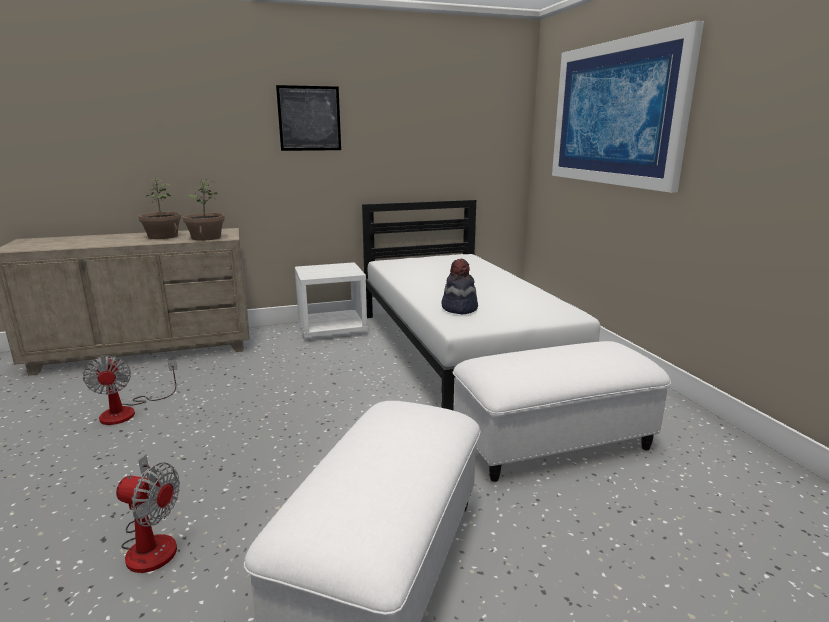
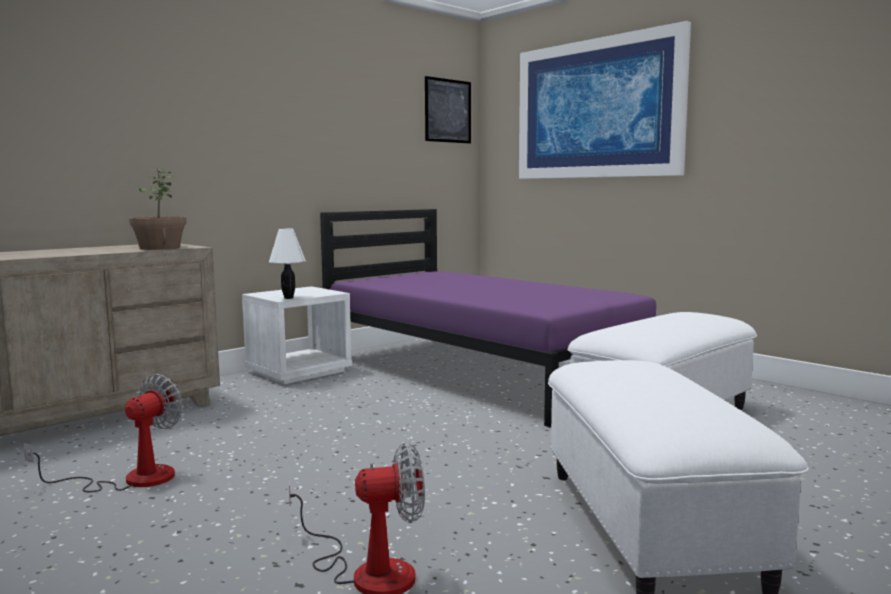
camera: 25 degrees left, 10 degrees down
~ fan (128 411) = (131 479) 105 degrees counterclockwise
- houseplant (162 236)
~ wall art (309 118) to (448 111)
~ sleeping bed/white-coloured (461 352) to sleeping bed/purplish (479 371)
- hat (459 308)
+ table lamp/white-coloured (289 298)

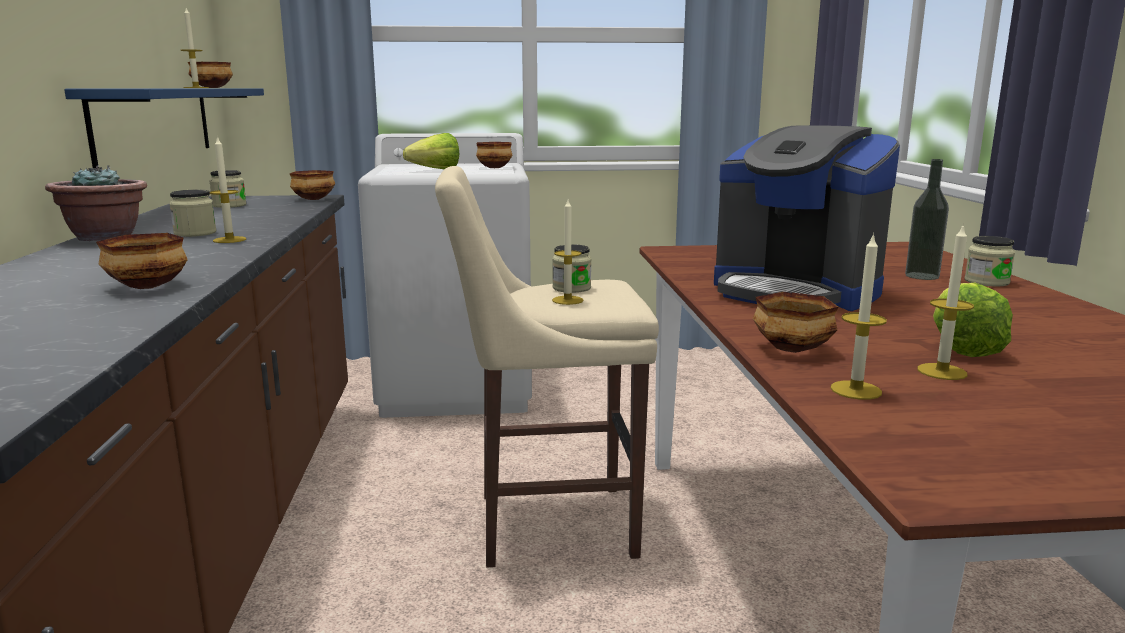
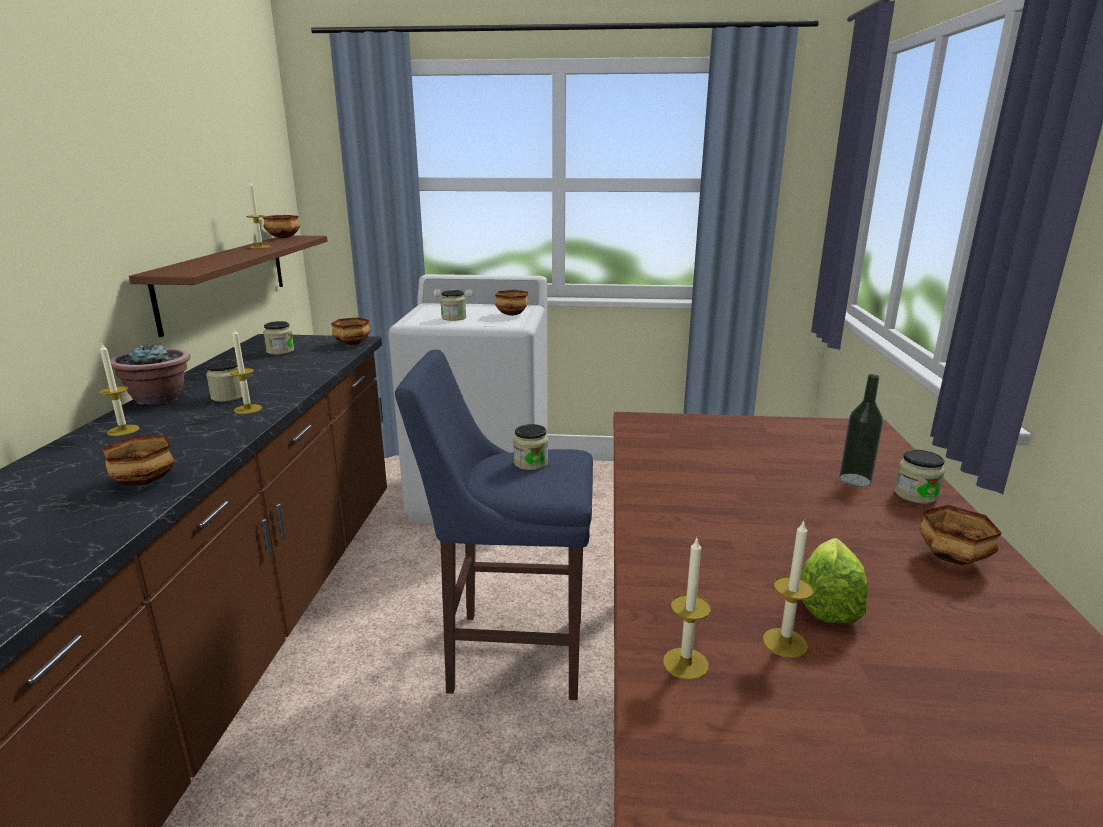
camera: 10 degrees right, 5 degrees up
~ shelf/blue-coloured (155 123) to shelf/brownish (224 280)
~ lettuce head (430 170) to storage jar (453 318)
~ stool seat/beige-coloured (546 524) to stool seat/blue-coloured (509 652)
~ candle (567 300) to (123 430)
- coffee machine (795 292)
~ serving bowl (791 349) to (952 559)

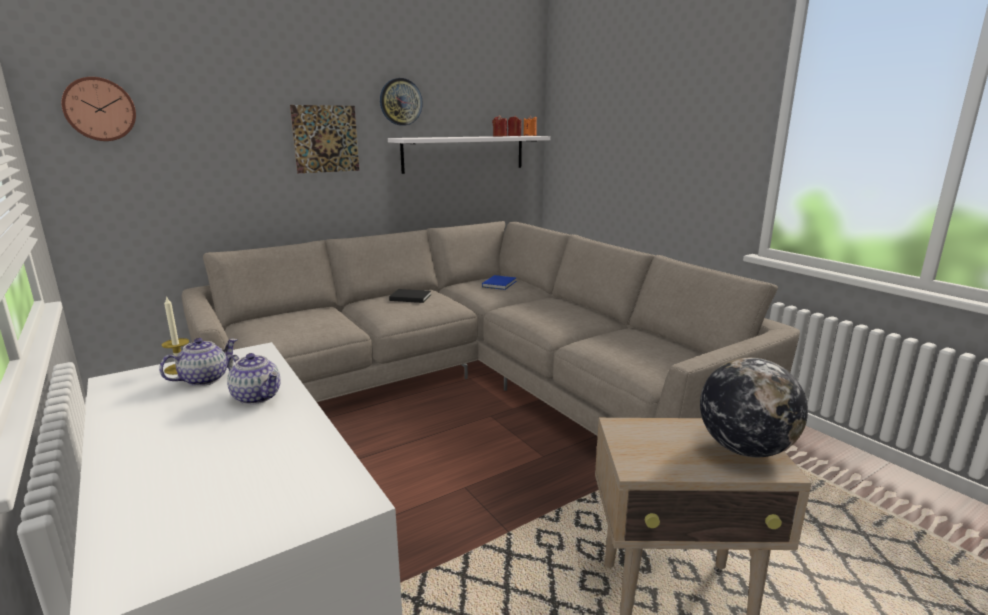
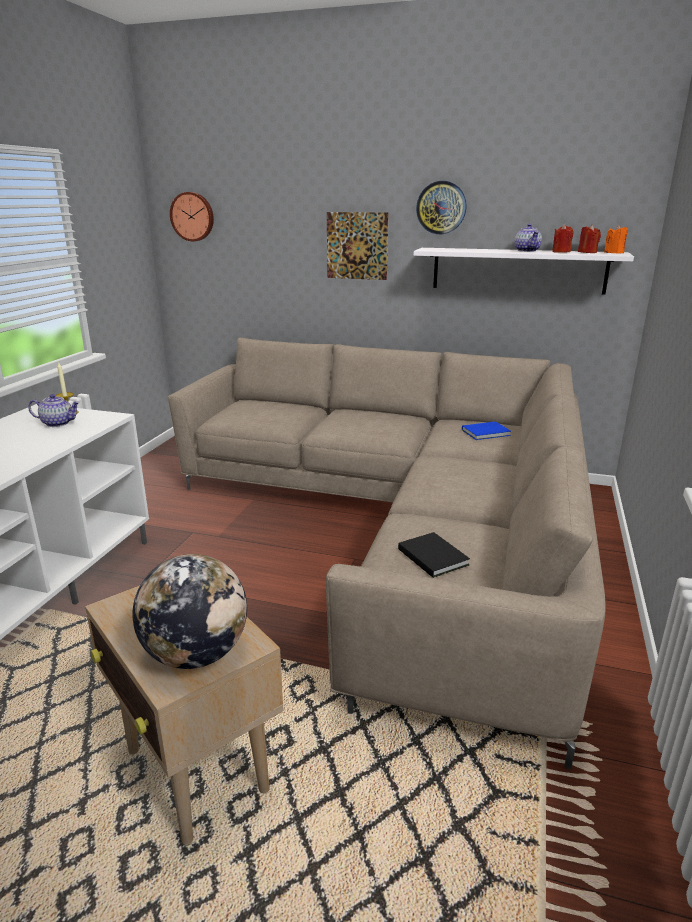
camera: 50 degrees right, 5 degrees up
~ teapot (257 397) to (527 251)
~ book/black (409 297) to (432 556)

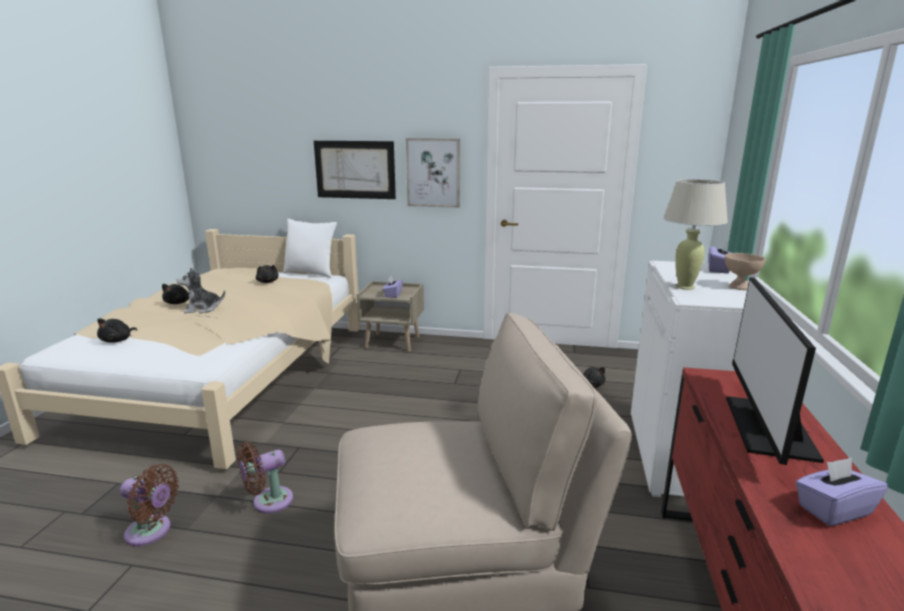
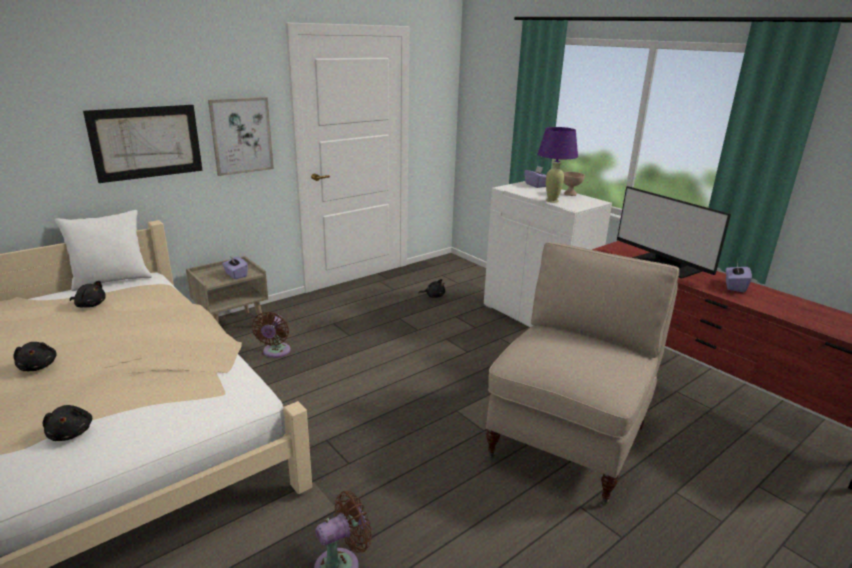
camera: 50 degrees left, 5 degrees up
- cuddly toy (202 309)
~ fan/brownish (268 502) to (275 352)
~ table lamp/beige-coloured (685 287) to table lamp/purplish (552 200)

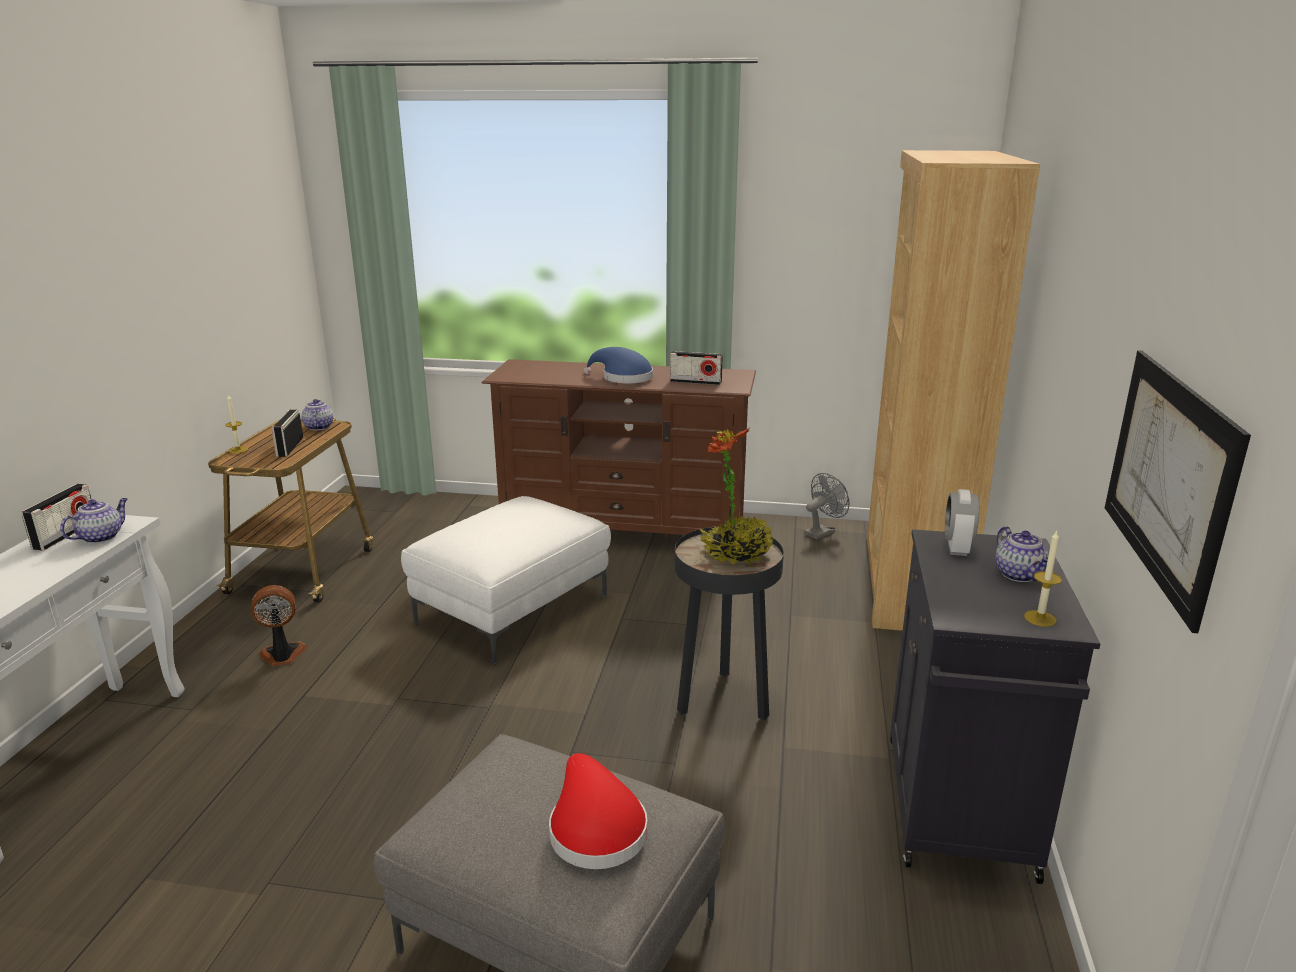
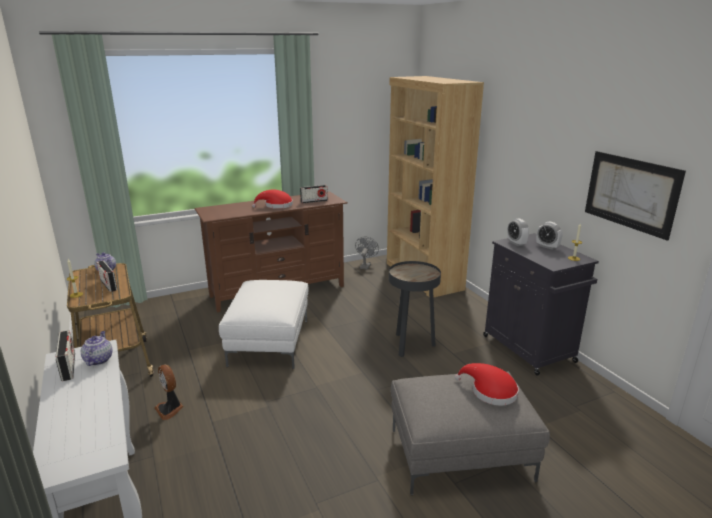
camera: 35 degrees left, 0 degrees up
~ fan (282 656) = (170 409) 75 degrees counterclockwise
~ hat/blue-coloured (623 378) to hat/red (276 206)
- houseplant (736 554)
~ teapot (1020 575) to table clock (547 247)

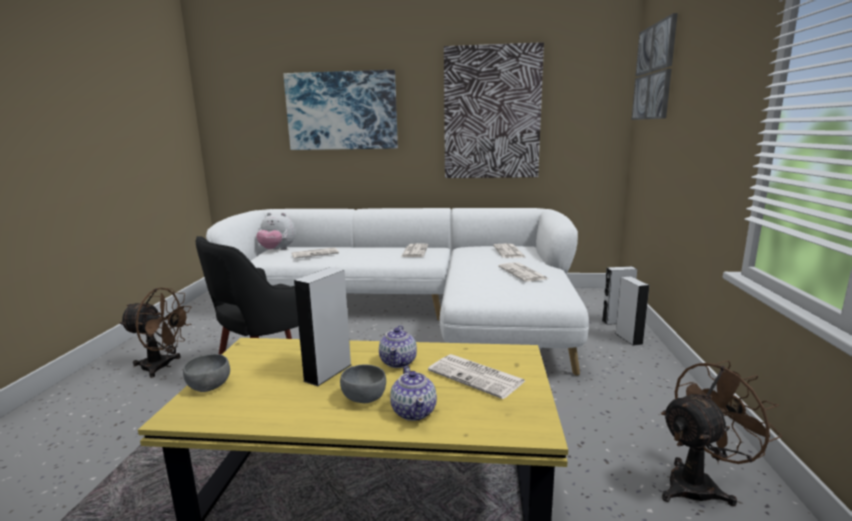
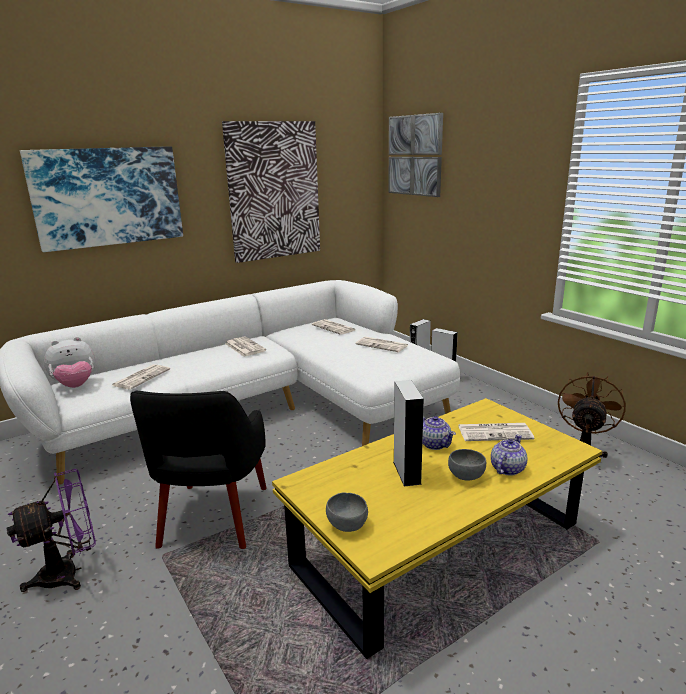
camera: 40 degrees left, 5 degrees up
~ fan/brownish (163 366) to fan/purplish (69 573)
~ teapot (414 411) = (507 469) 90 degrees counterclockwise

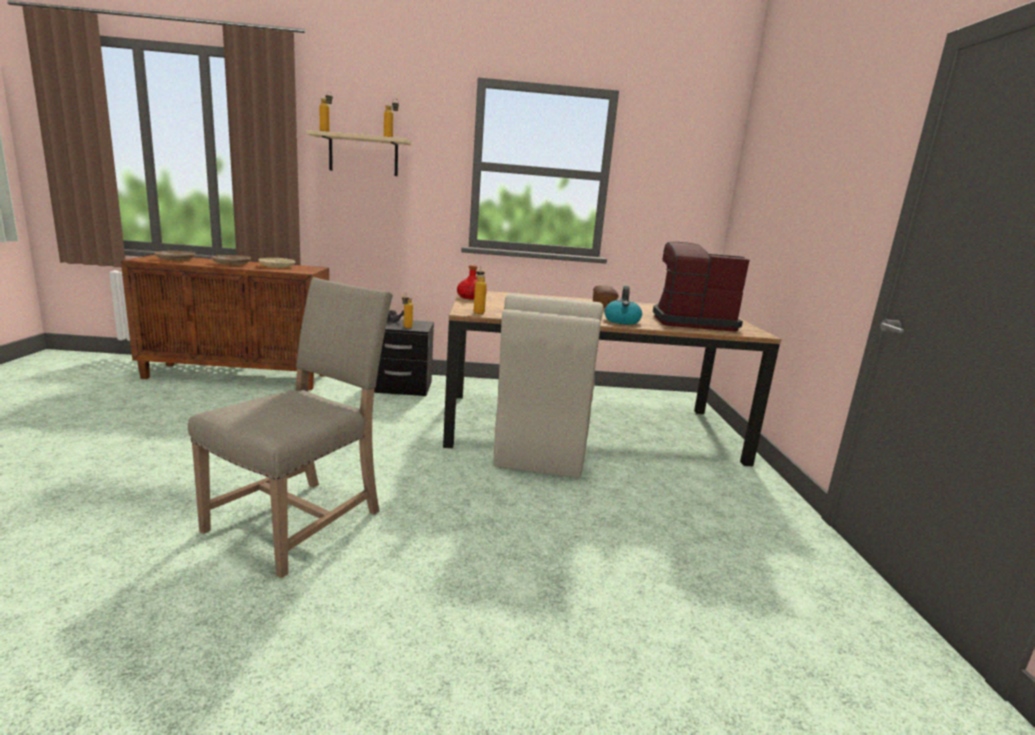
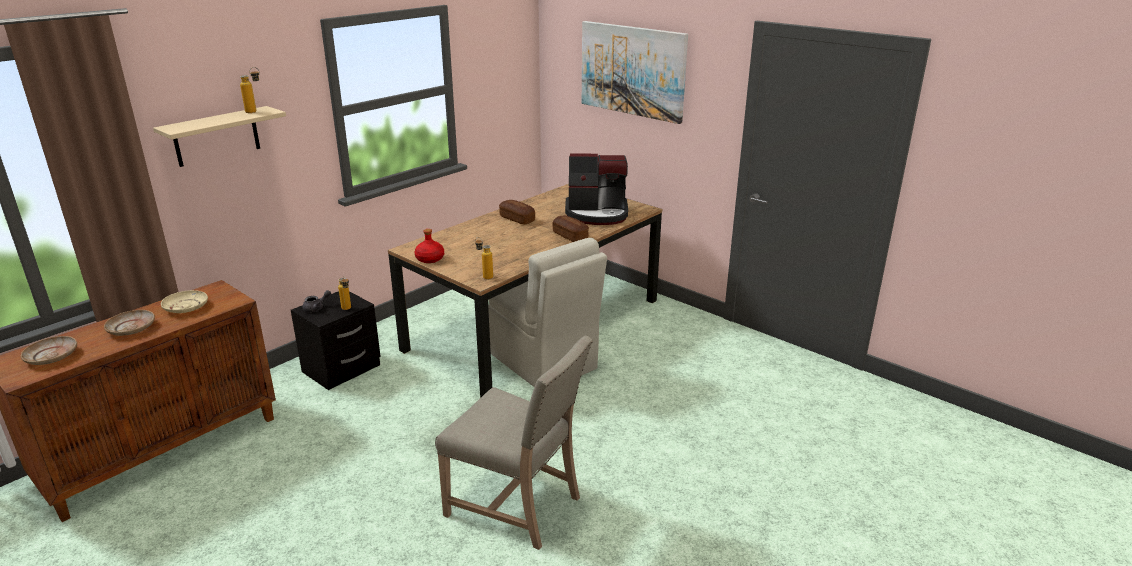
camera: 45 degrees left, 10 degrees up
~ plain chair/beige-coloured (301 520) = (518 505) 135 degrees clockwise
- drink bottle (326 131)
~ water kettle (622 321) to baked bread (570 236)
~ coffee machine (691 322) = (597 214) 135 degrees counterclockwise
+ wall art (632 70)

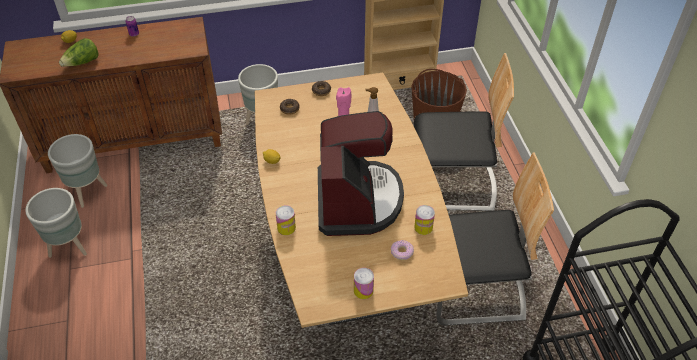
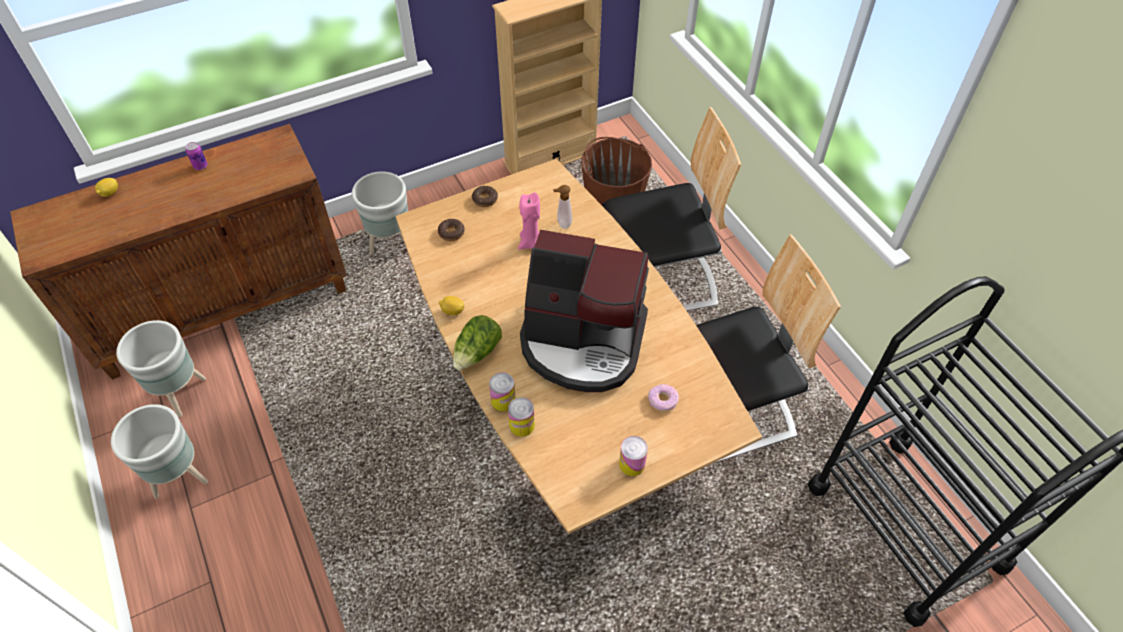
camera: 15 degrees left, 5 degrees up
~ lettuce head (82 63) to (477 352)
~ coffee machine (357 200) = (583 342) 120 degrees clockwise
~ metal can (423 227) to (522 425)

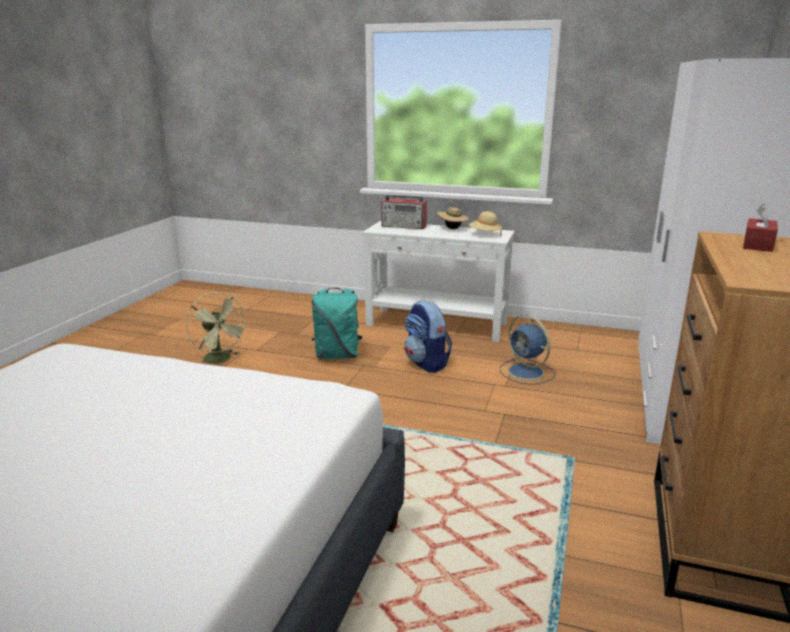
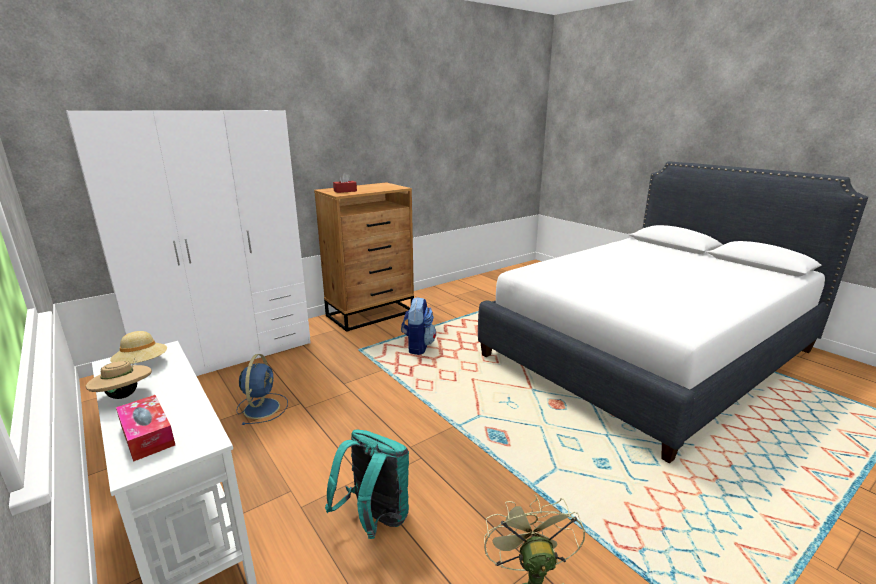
camera: 145 degrees left, 0 degrees up
~ radio receiver (404 226) to box of tissues (147 435)
~ knapsack (426 363) to (418 346)

